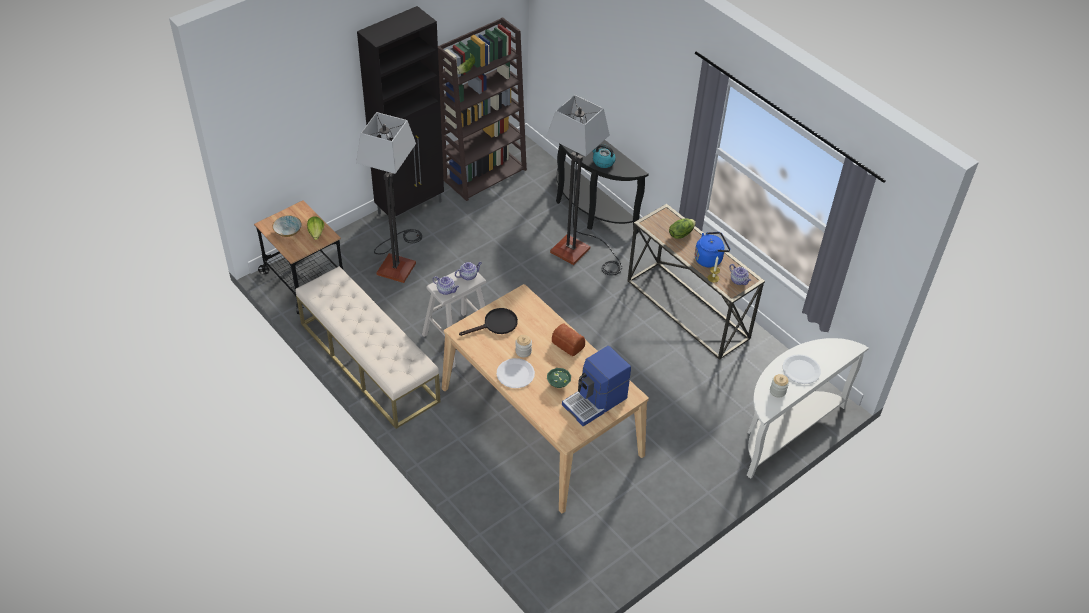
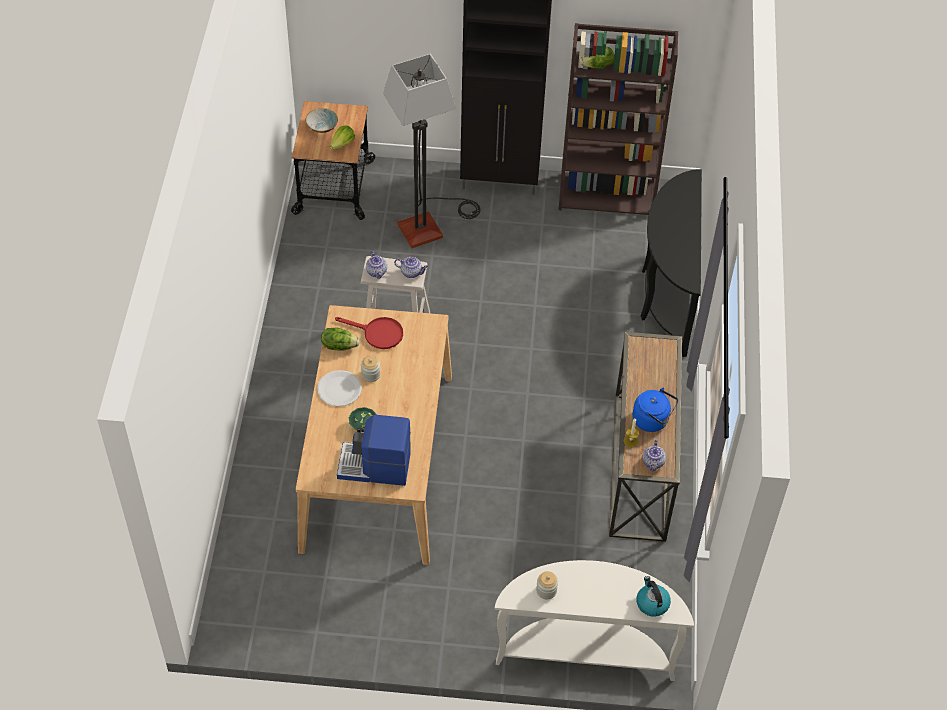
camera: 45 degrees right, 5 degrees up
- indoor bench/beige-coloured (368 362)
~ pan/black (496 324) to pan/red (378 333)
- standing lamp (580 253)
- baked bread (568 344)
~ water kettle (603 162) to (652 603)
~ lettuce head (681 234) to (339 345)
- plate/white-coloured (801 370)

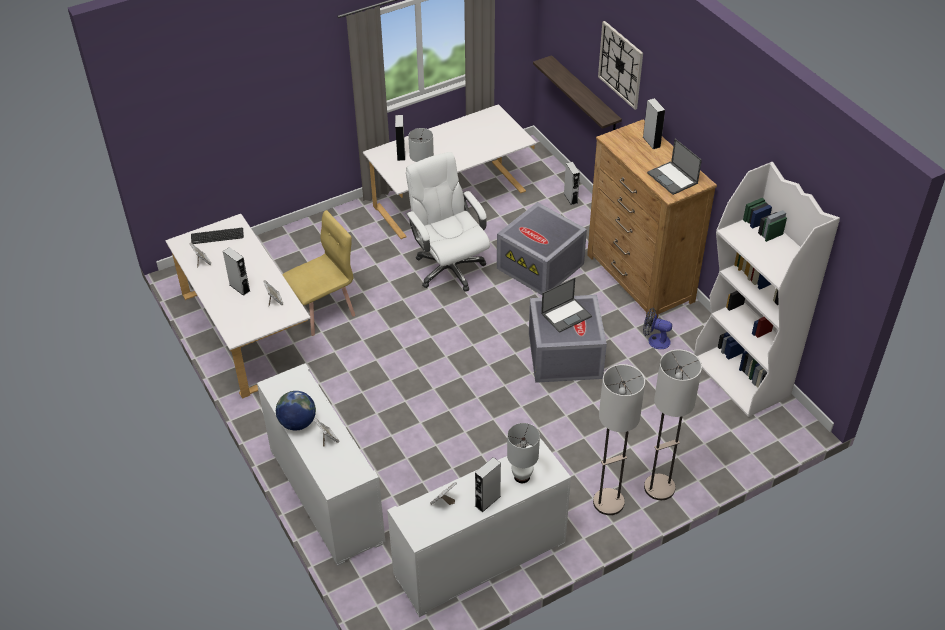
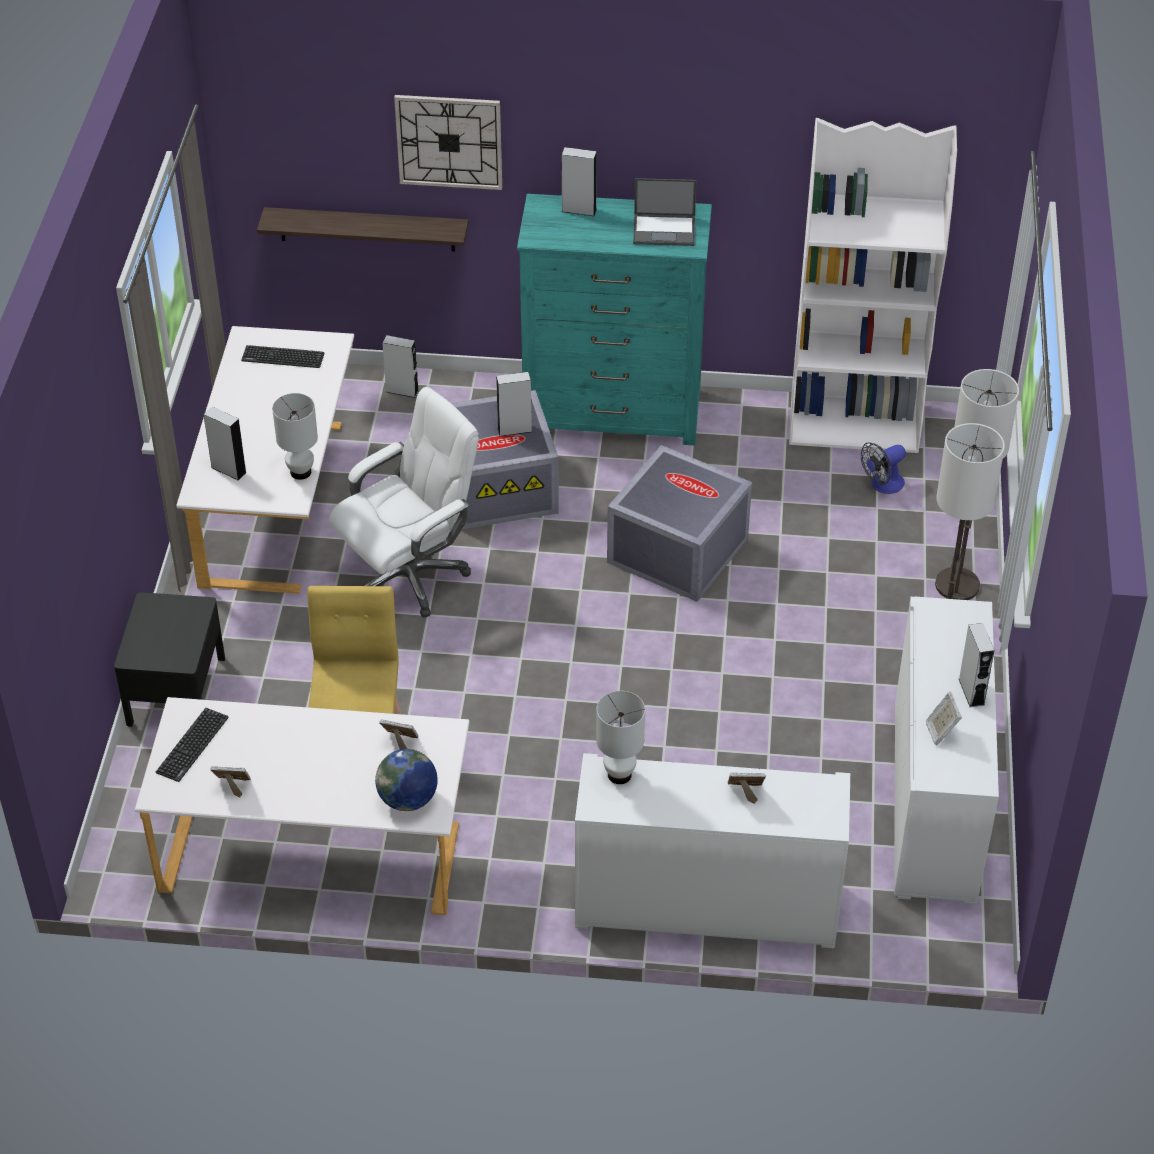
camera: 55 degrees left, 0 degrees up
~ loudspeaker/greyish (239 288) to (514 429)
~ globe (297 423) to (408 799)
~ office chair/white-coloured (448 268) = (409 575) 135 degrees clockwise
~ table lamp/white-coloured (522 477) to (620 775)
- portable computer (566 315)
~ chest of drawers/brownish (640 278) to chest of drawers/turquoise (613 412)
~ fan (655 340) to (882 485)
+ nightstand/black (176 690)
+ computer keyboard (283 357)

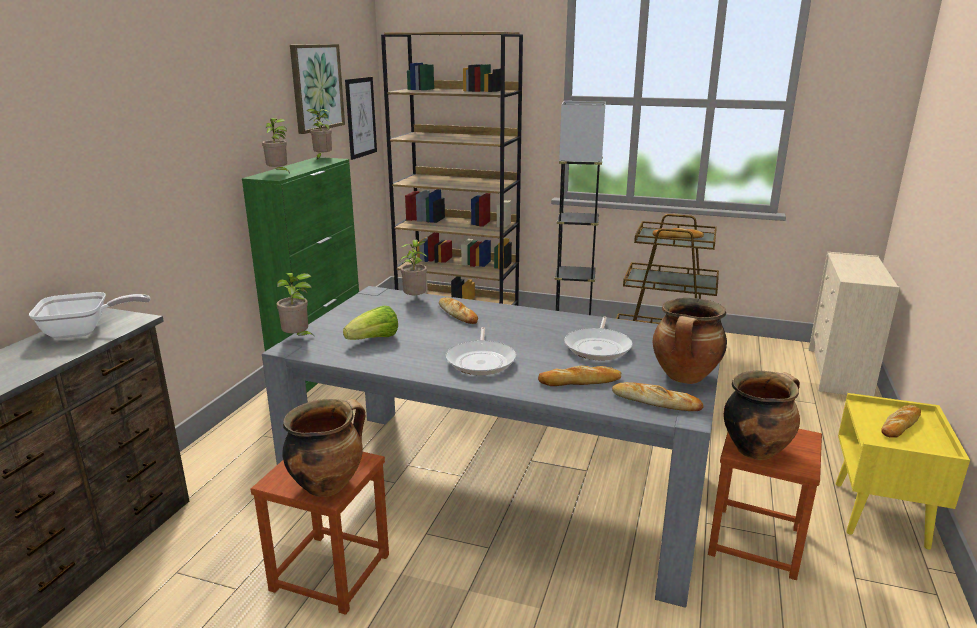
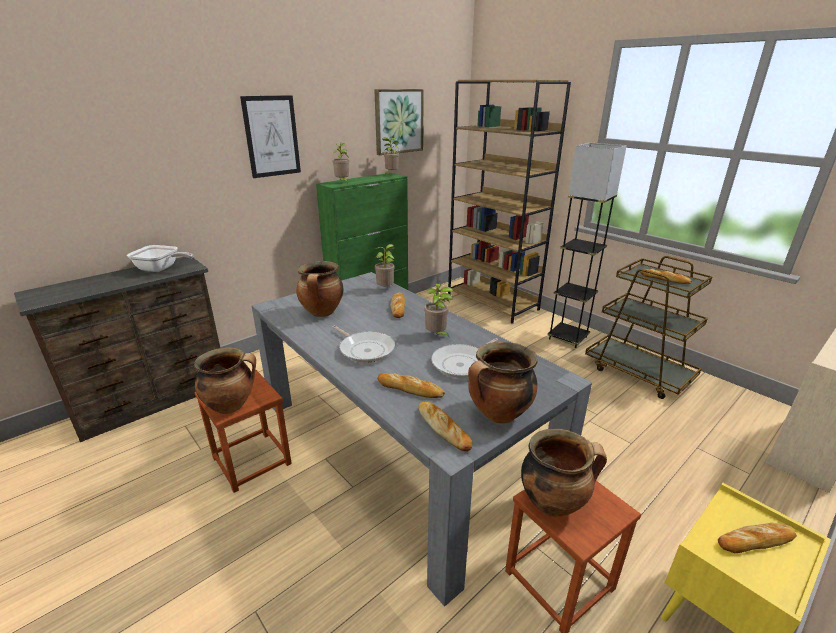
camera: 30 degrees right, 5 degrees up
~ houseplant (298 338) to (437 335)
~ lettuce head (374 339) to stockpot (322 313)
~ wall art (361 117) to (272 136)
~ pan (481 361) = (365 349) 75 degrees counterclockwise

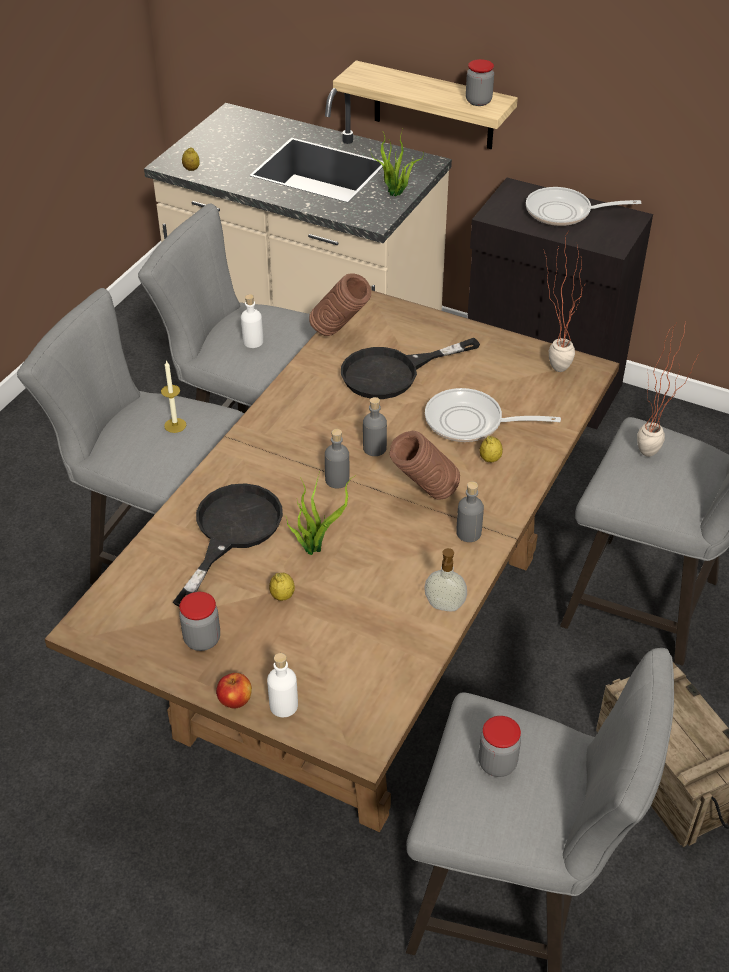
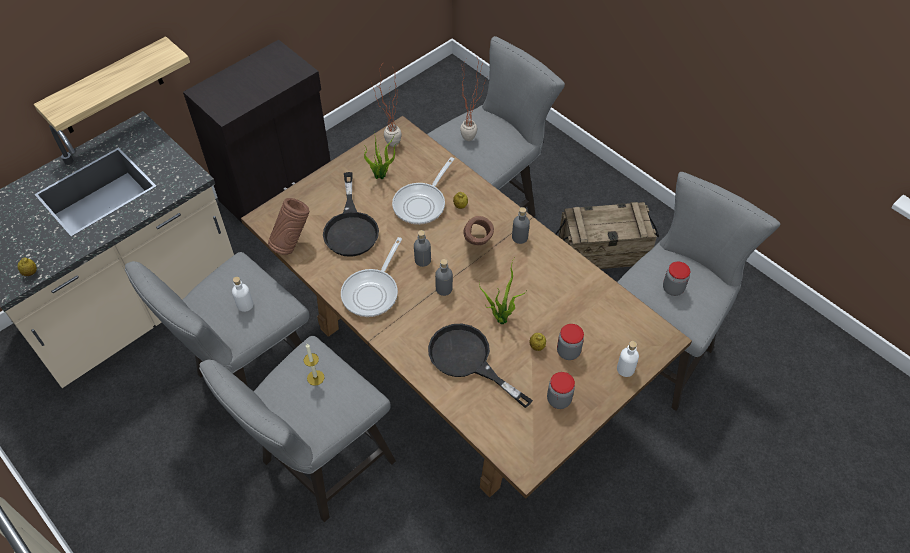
camera: 70 degrees left, 10 degrees up
- apple (235 700)
~ houseplant (395 194) to (382 175)
- soap dispenser (444 606)
~ storage jar (478 101) to (568 351)
~ pan (564 212) to (373 292)

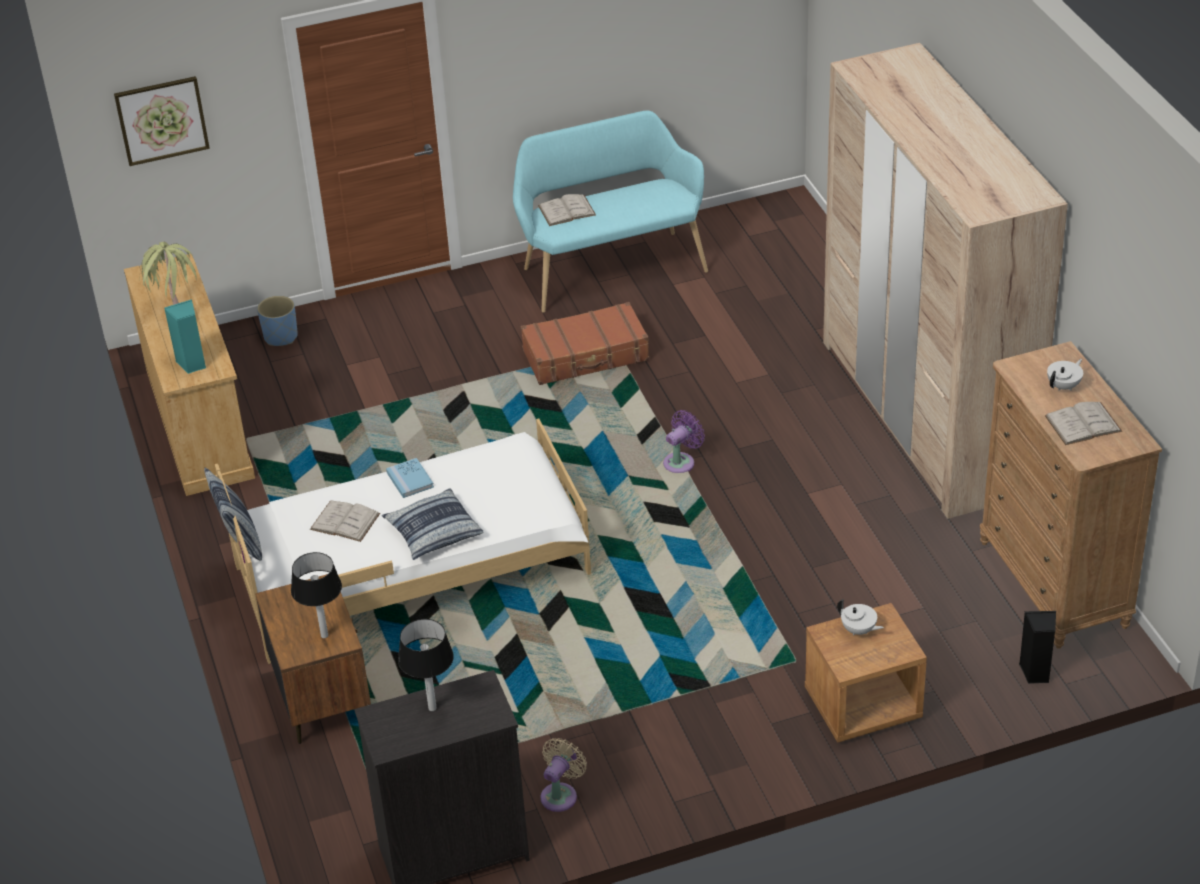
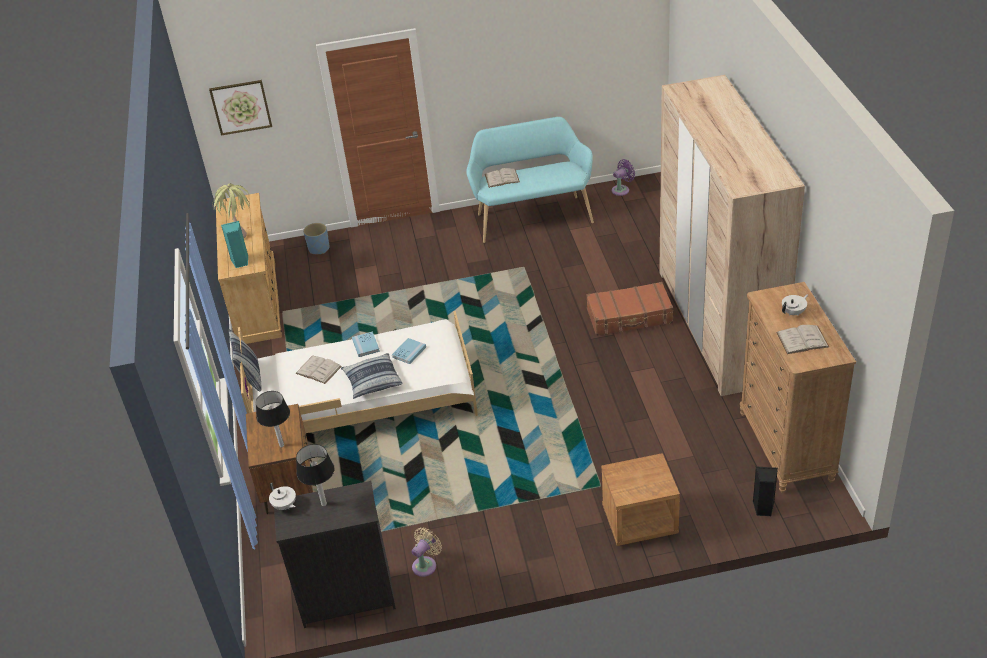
camera: 10 degrees right, 0 degrees up
~ suitcase/brownish (586 356) to (629 317)
~ fan/purplish (681 462) to (622 190)
~ teapot/white-coloured (858 630) to (285 506)
+ book/blue-coloured (409 352)

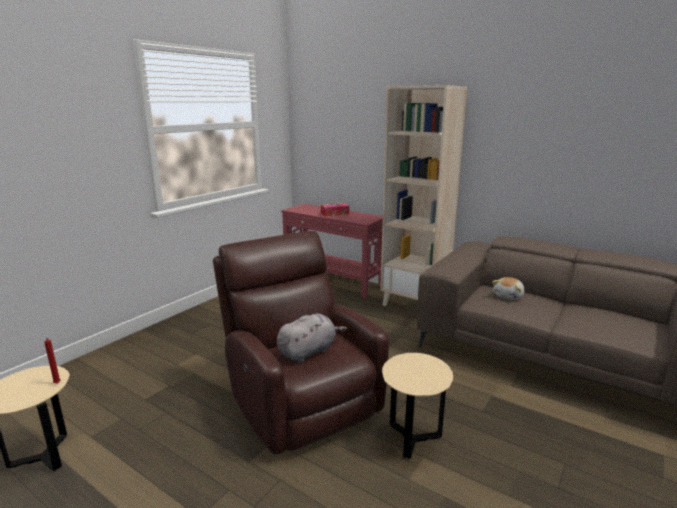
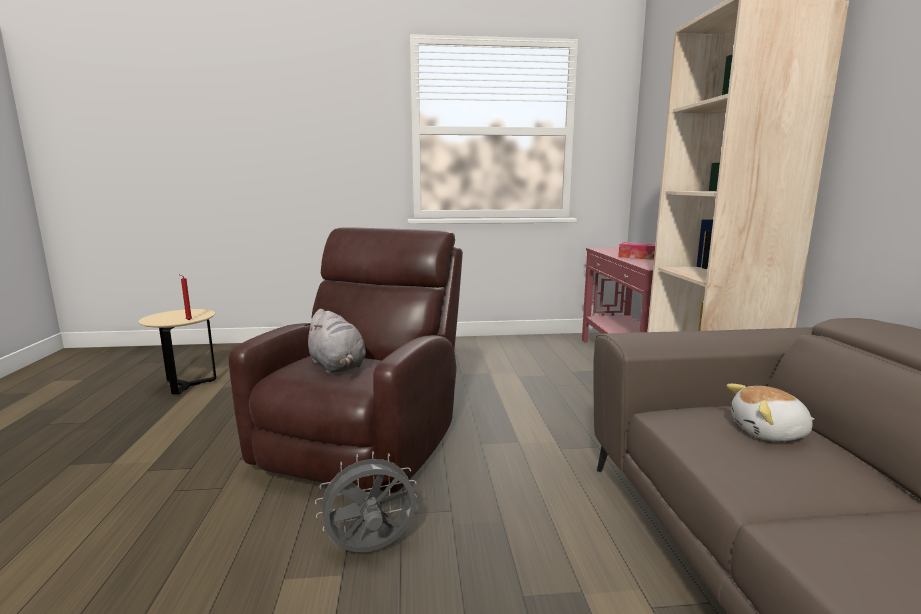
camera: 50 degrees right, 5 degrees down
~ cuddly toy/greyish (309 351) = (337 366) 45 degrees clockwise
~ end table/beige-coloured (412 439) to fan/greyish (371 550)

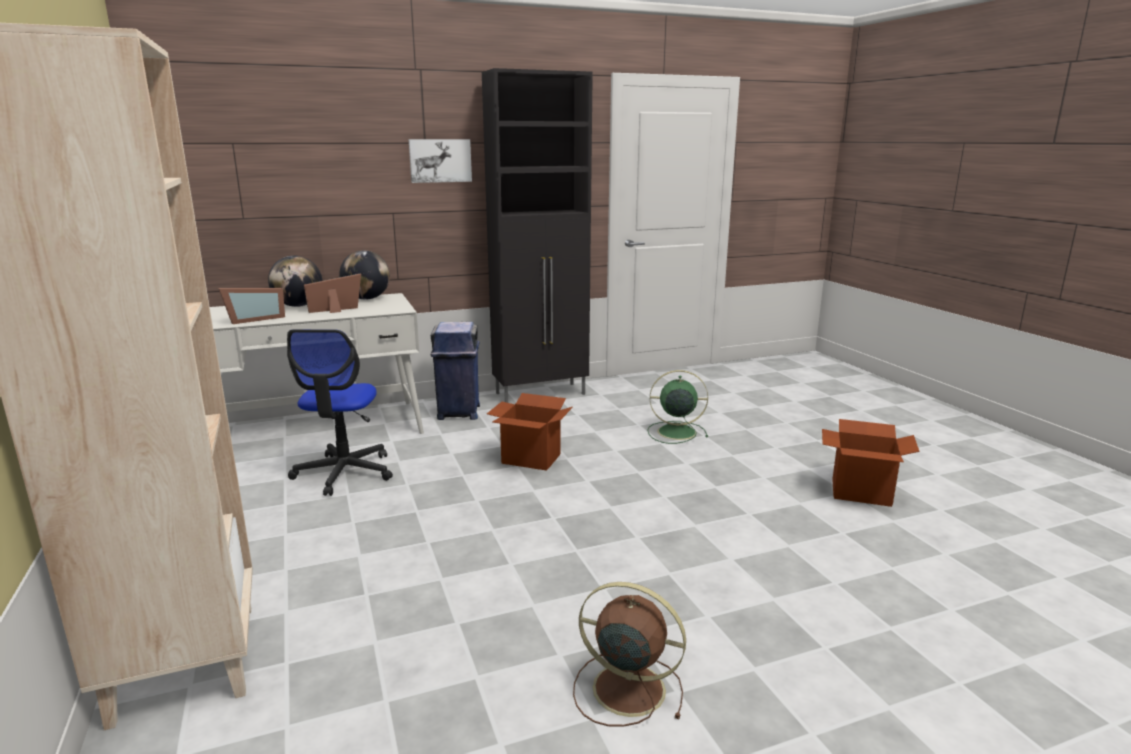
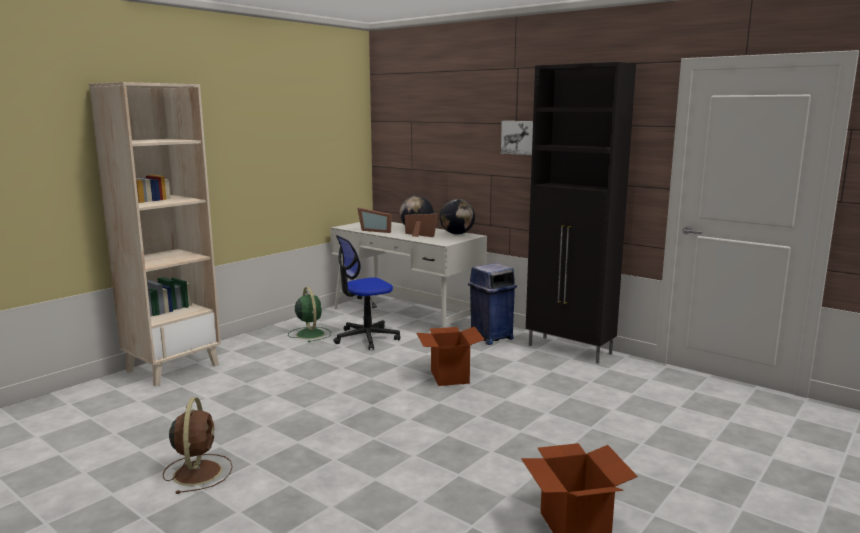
camera: 60 degrees right, 5 degrees down
~ fan/green (674 432) to (310 334)

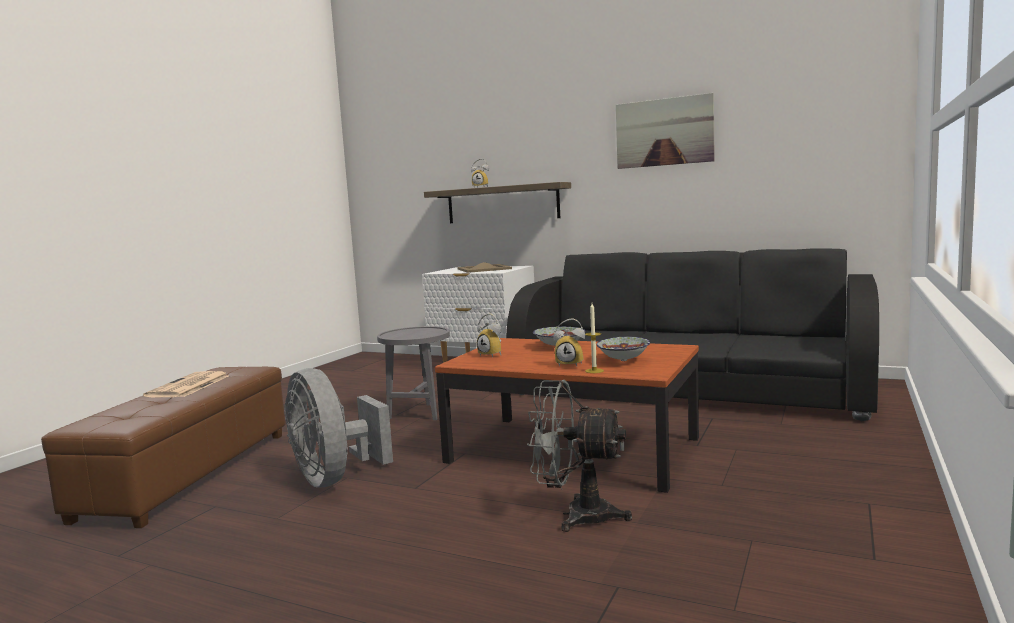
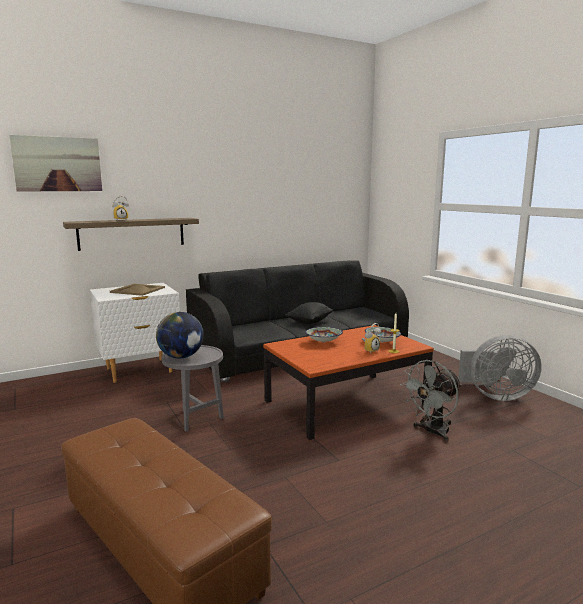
camera: 55 degrees left, 5 degrees up
- daily paper (188 386)
~ fan/greyish (334 478) to (495 395)
- table clock (493 355)
~ wall art (664 132) to (58 164)
+ globe (181 357)
+ throw pillow/black (309 322)

